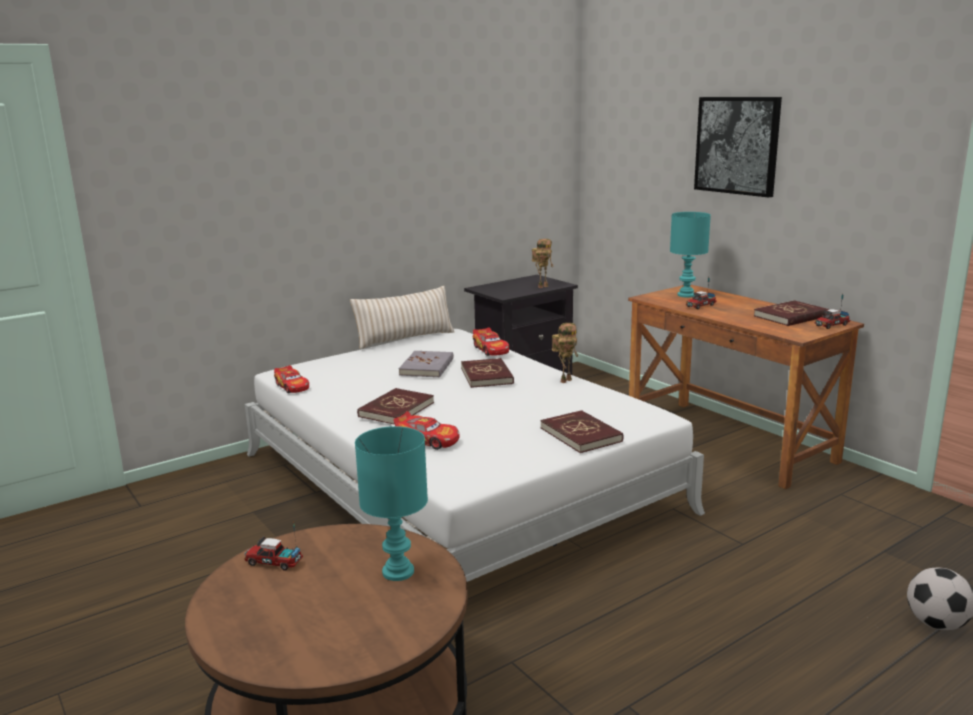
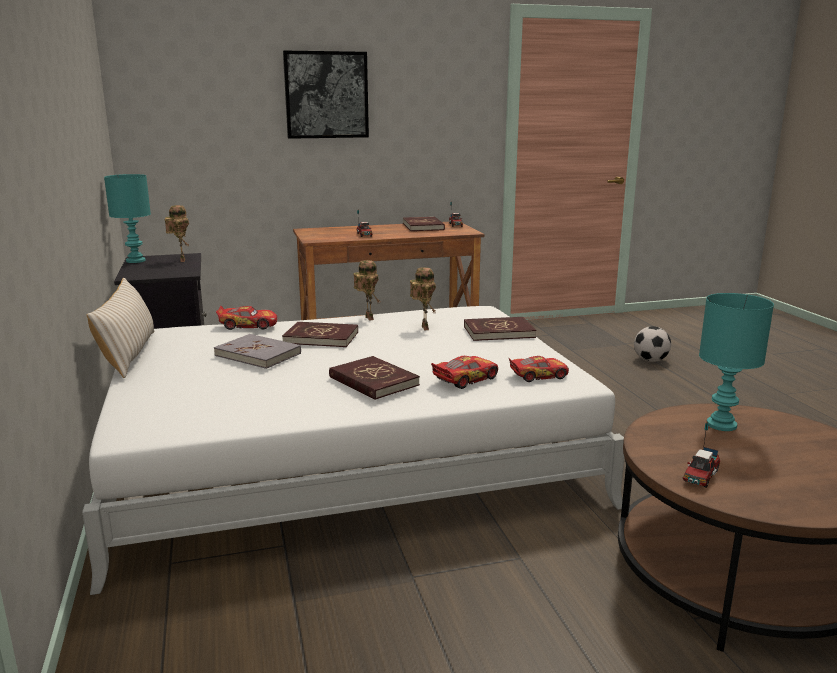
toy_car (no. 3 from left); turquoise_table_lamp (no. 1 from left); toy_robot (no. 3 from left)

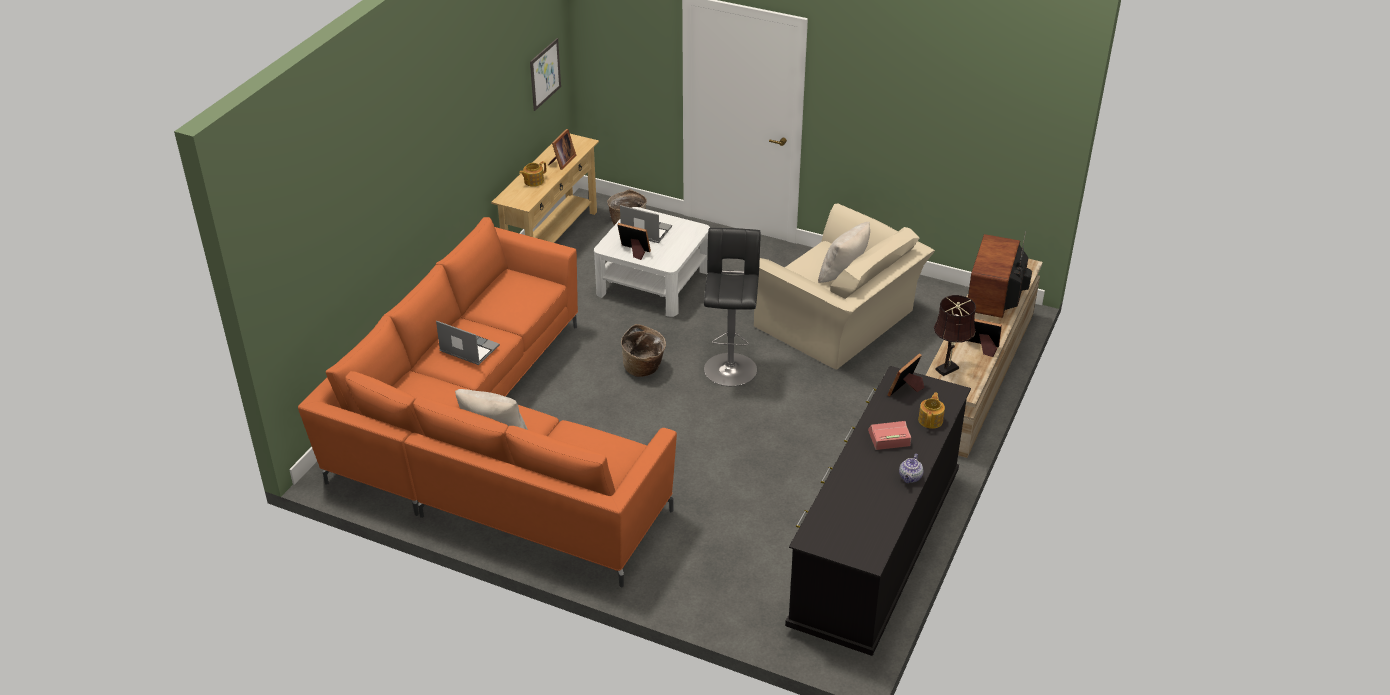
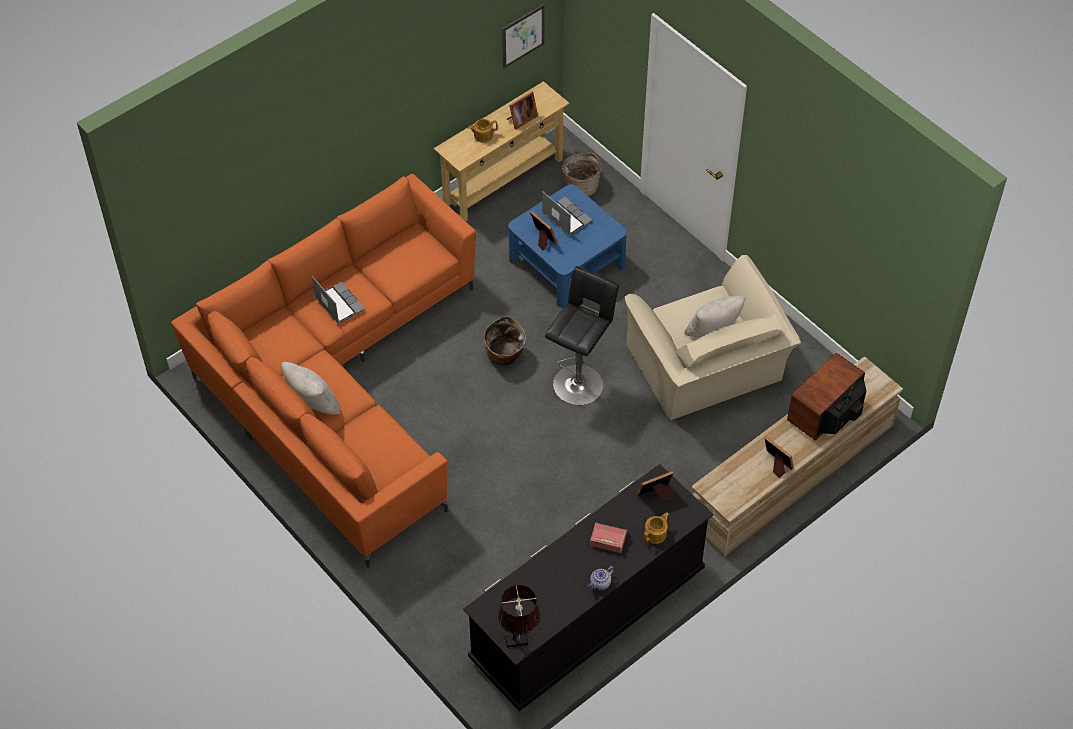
blue_coffee_table; brown_table_lamp

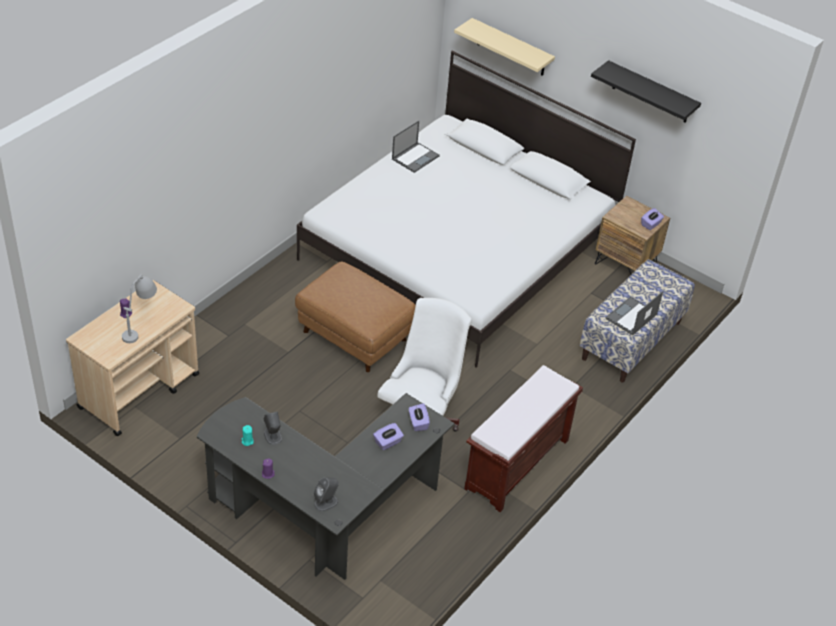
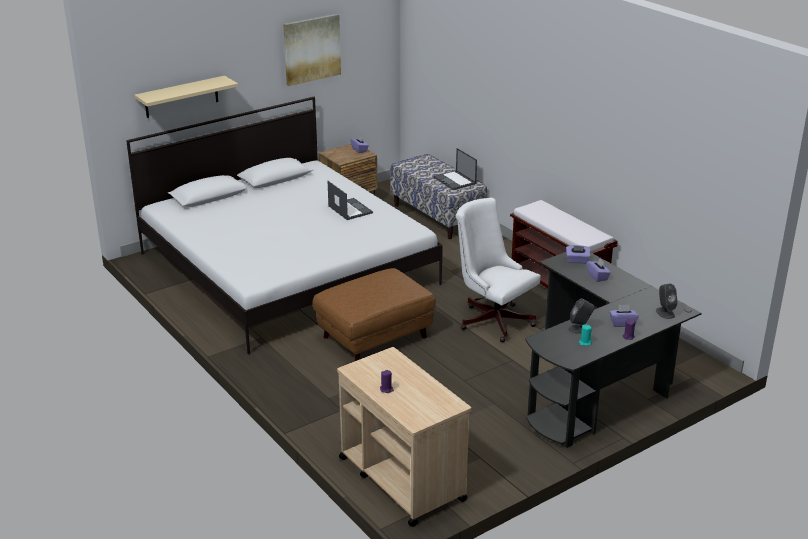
grey_table_lamp; laptop (no. 1 from left); picture; purple_tissue_box (no. 4 from left)

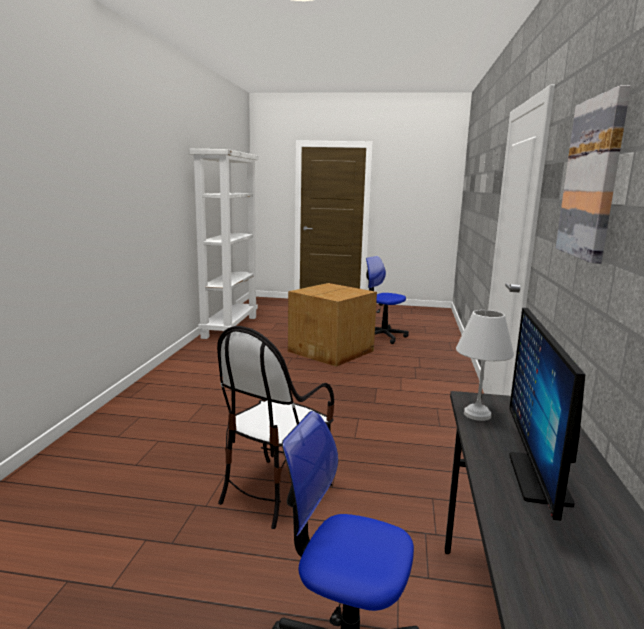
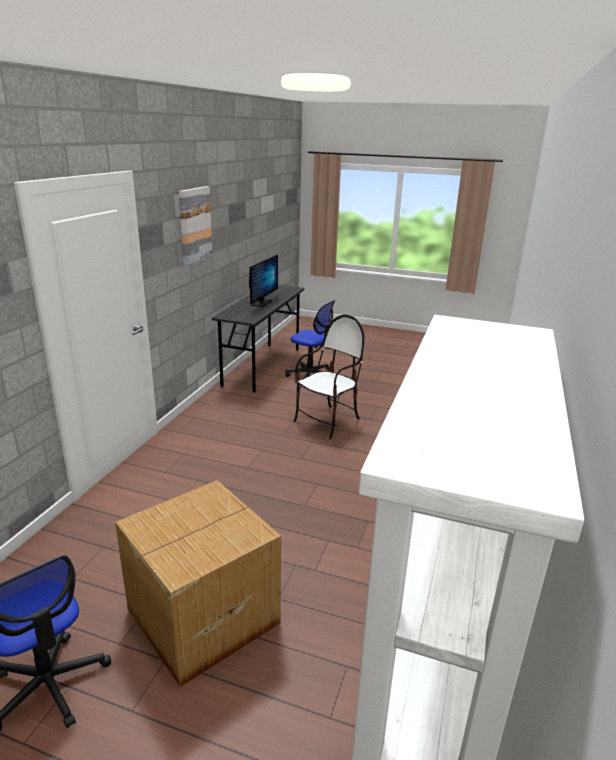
white_table_lamp

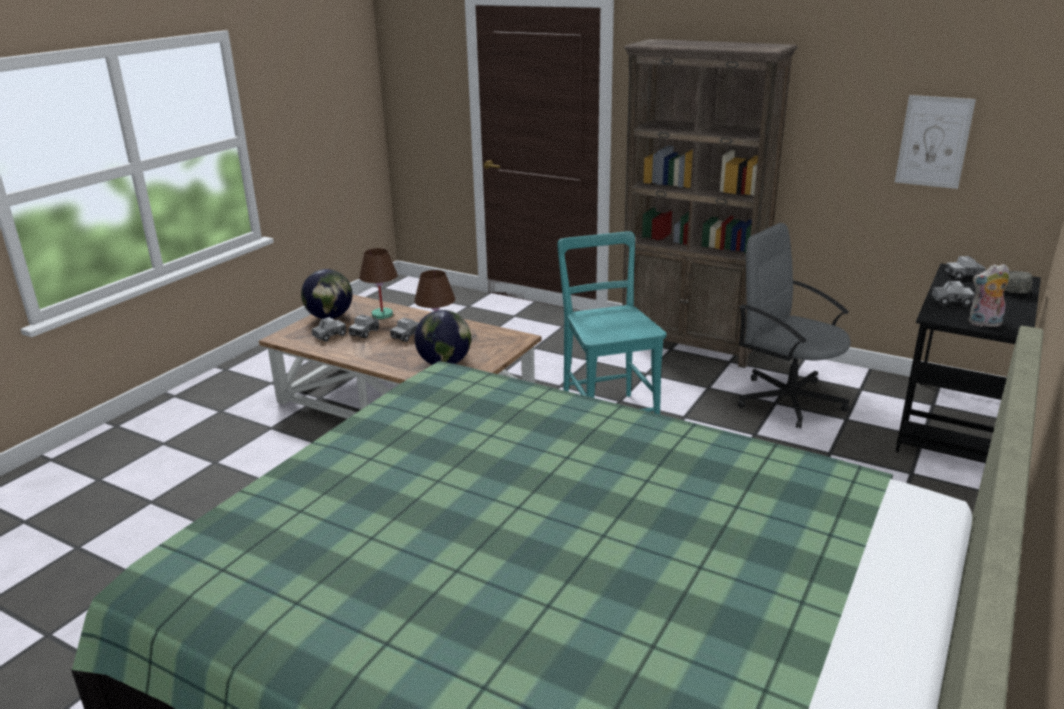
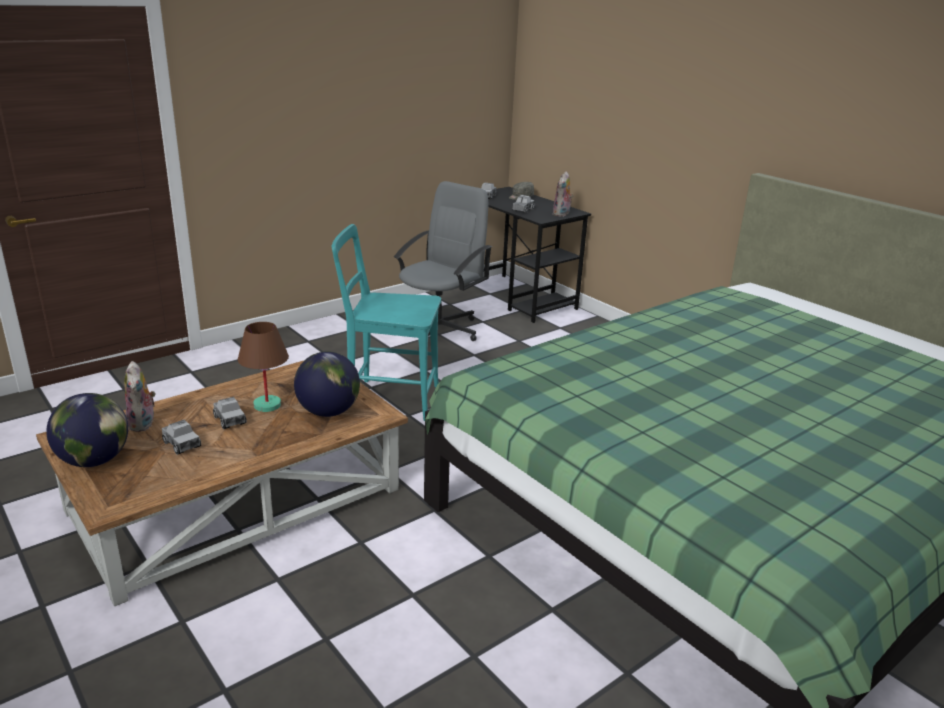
toy_truck (no. 1 from left in the first image); plush_toy (no. 1 from left); brown_bookcase; grey_office_chair; picture

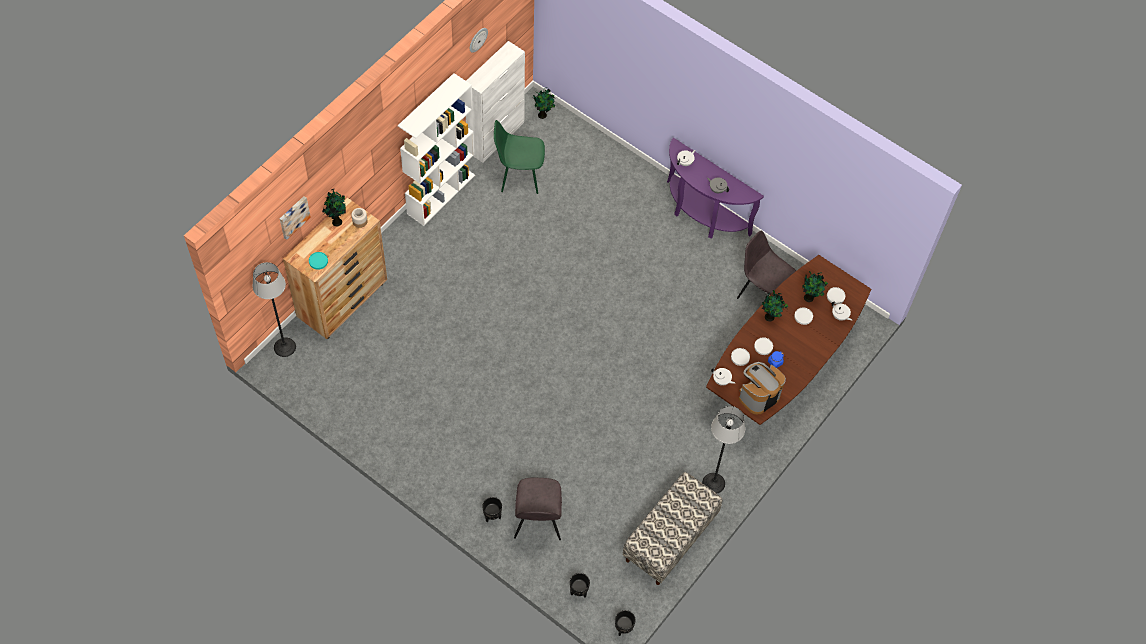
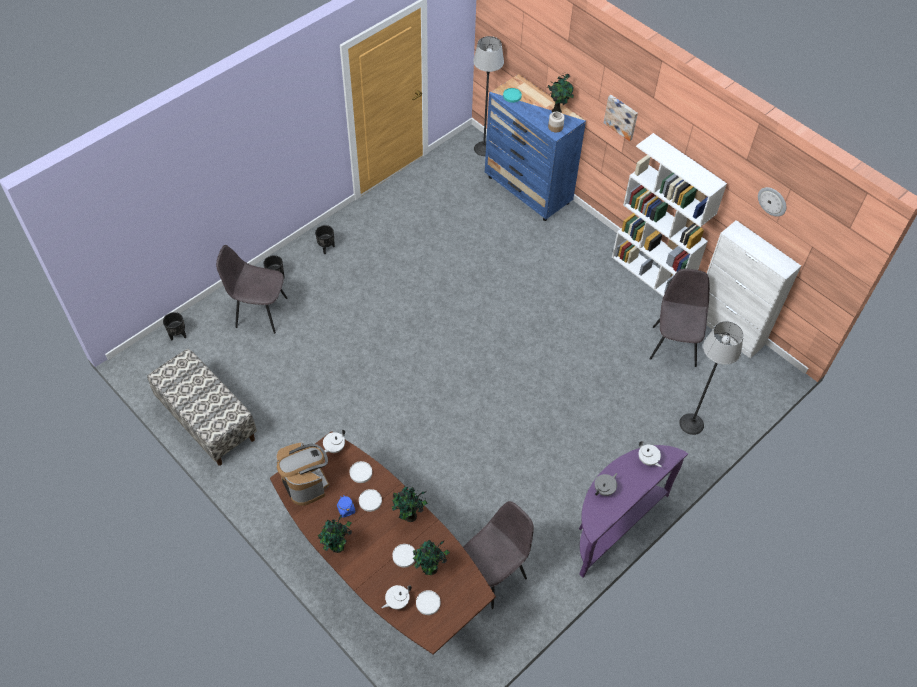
picture; blue_dresser; grey_chair (no. 3 from left); potted_plant (no. 1 from left); black_planter (no. 3 from left); floor_lamp (no. 2 from left)

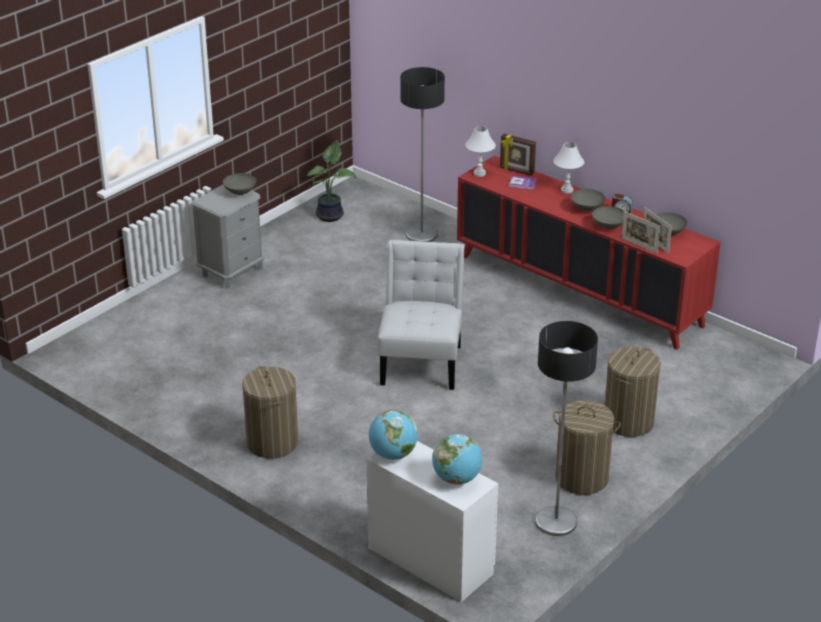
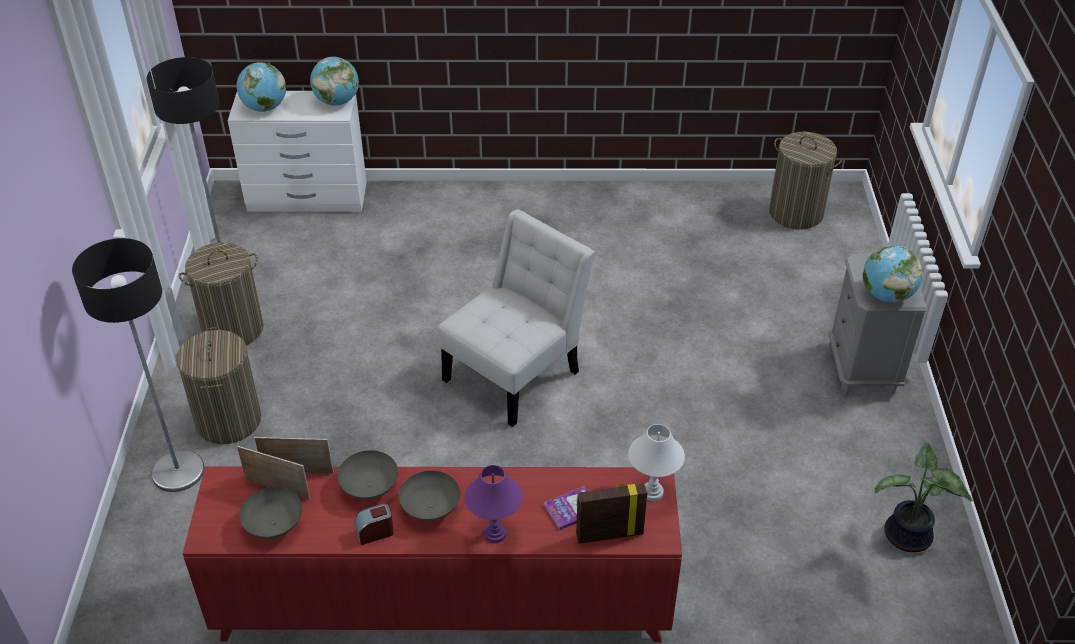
globe (no. 3 from left); laundry_basket (no. 3 from left); white_chair; floor_lamp (no. 1 from left); purple_table_lamp

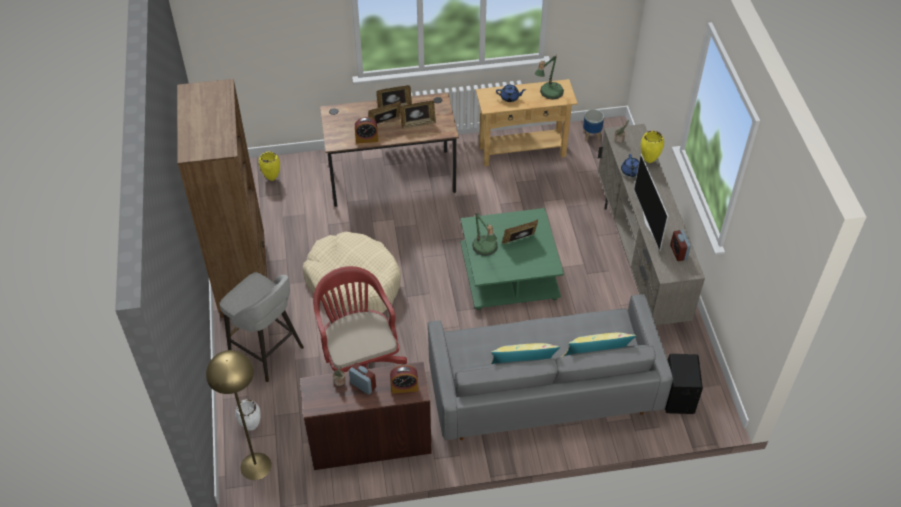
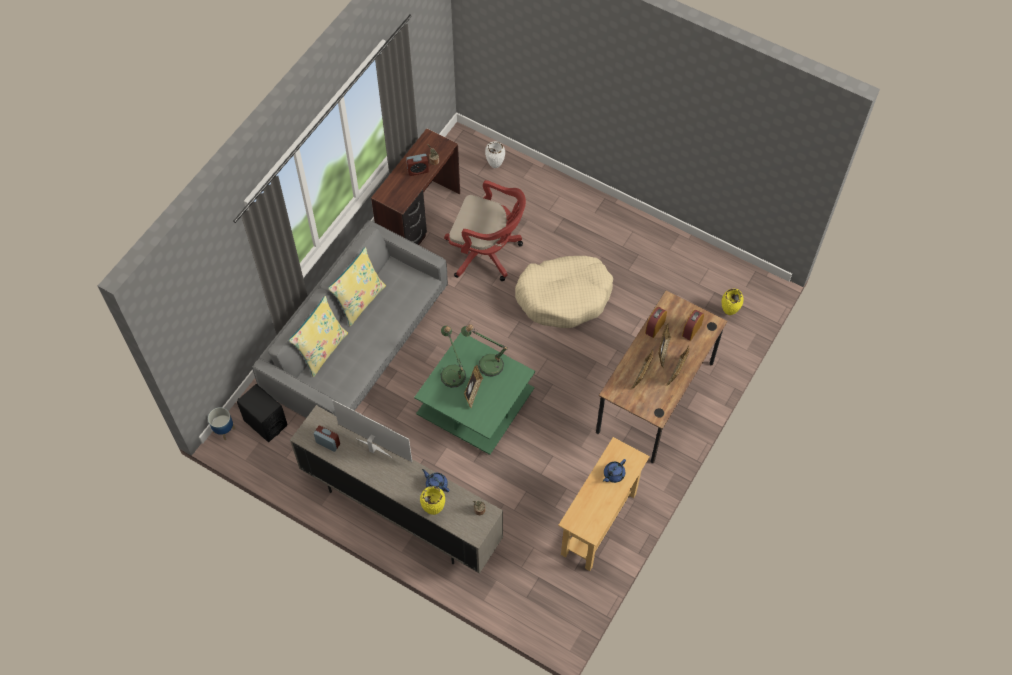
brown_bookcase; yellow_floor_lamp; grey_stool; alarm_clock (no. 4 from left); table_lamp (no. 1 from left); planter

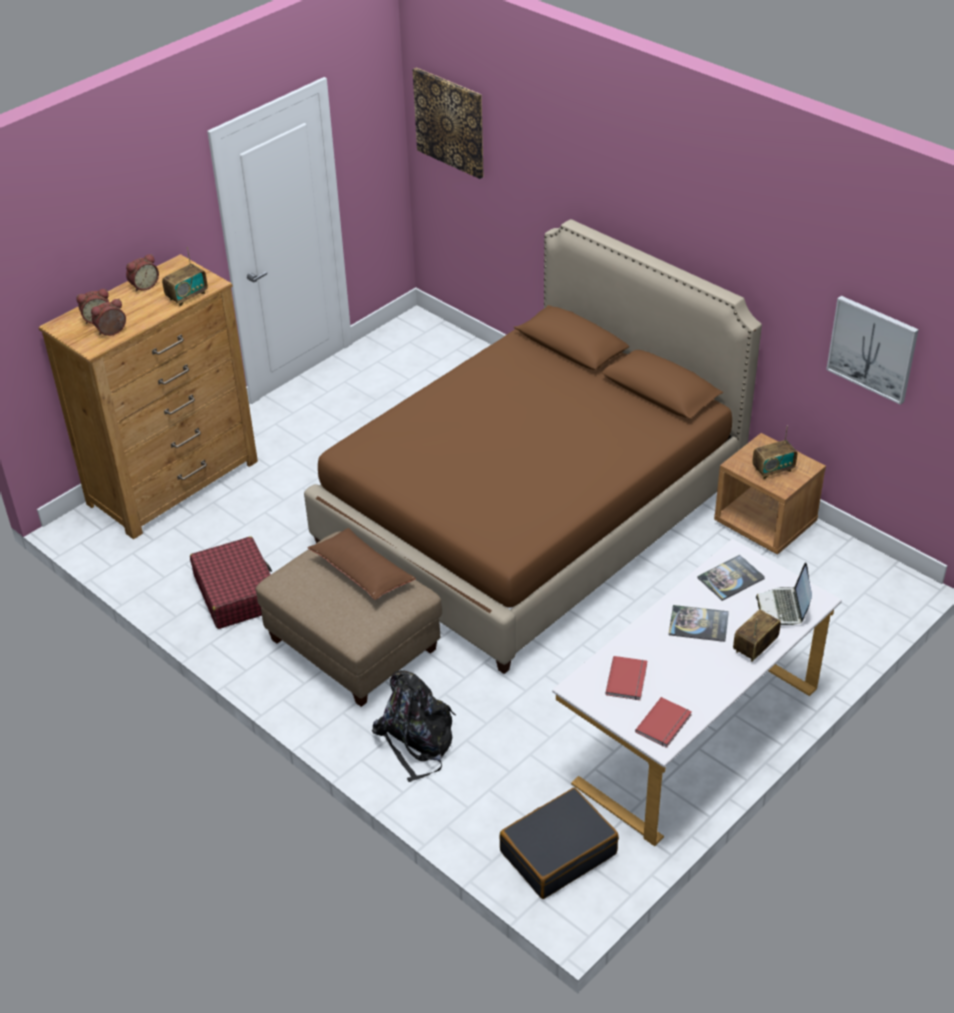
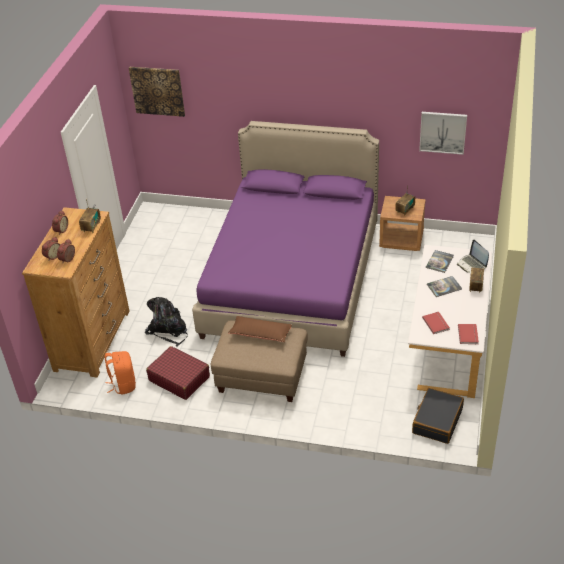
purple_bed; black_backpack; orange_backpack

